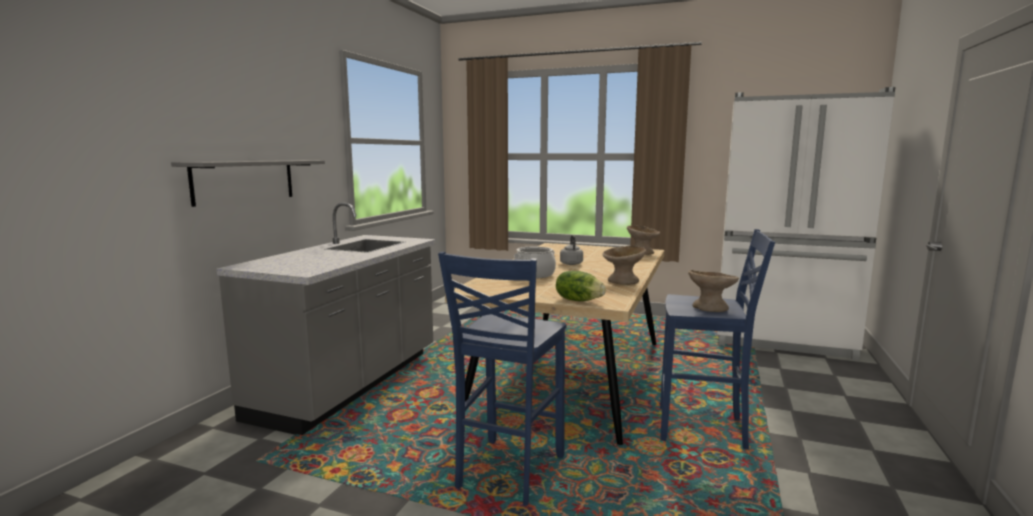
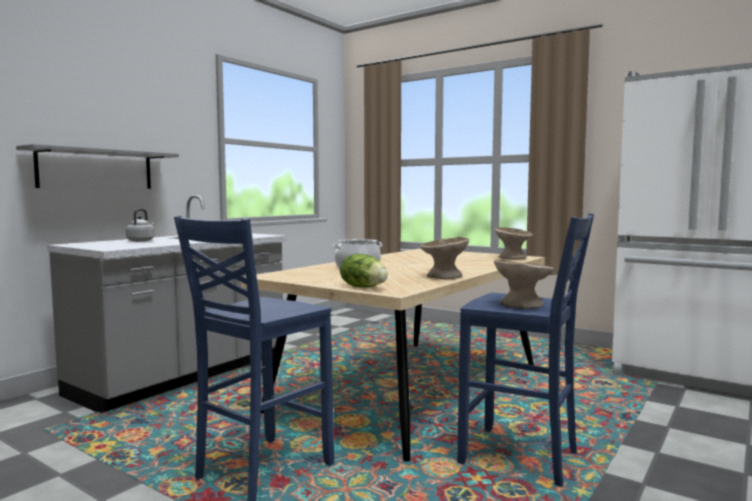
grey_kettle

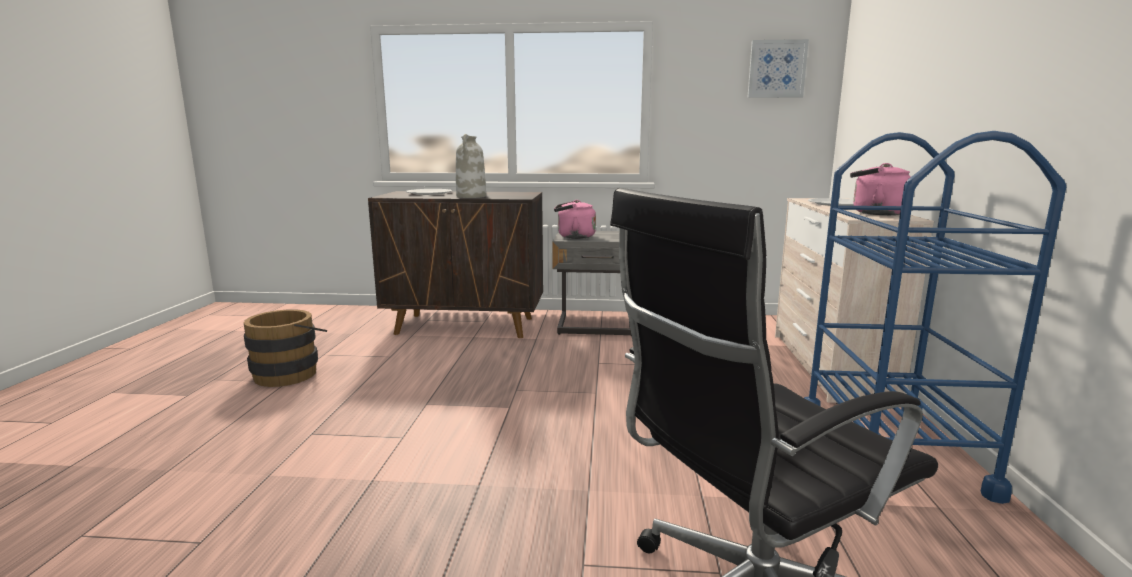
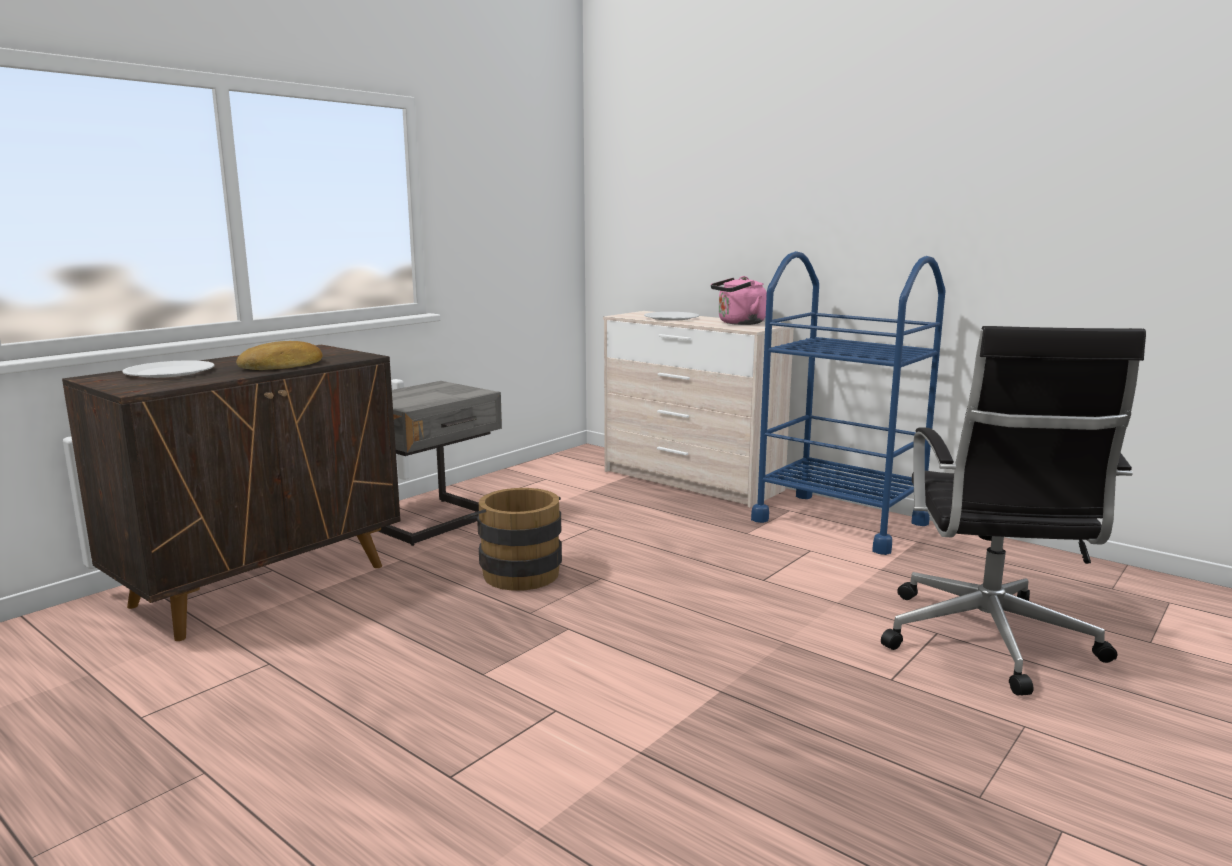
brown_bucket; bread; pink_kettle (no. 1 from left in the first image); picture

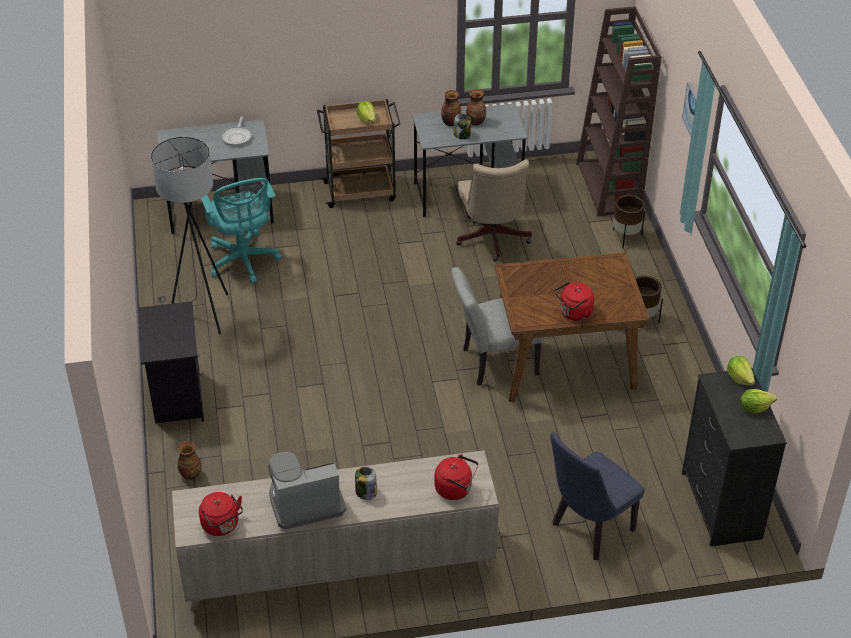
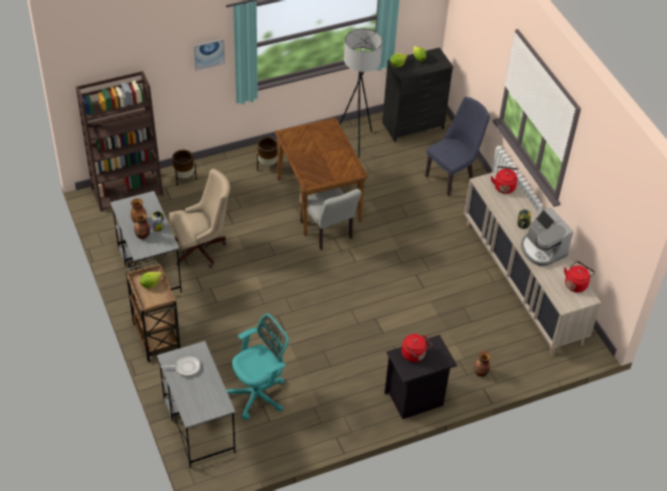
grey_floor_lamp; blue_chair; red_kettle (no. 1 from left)

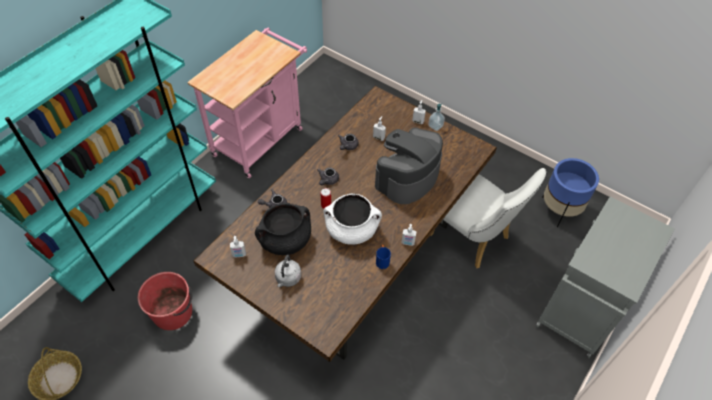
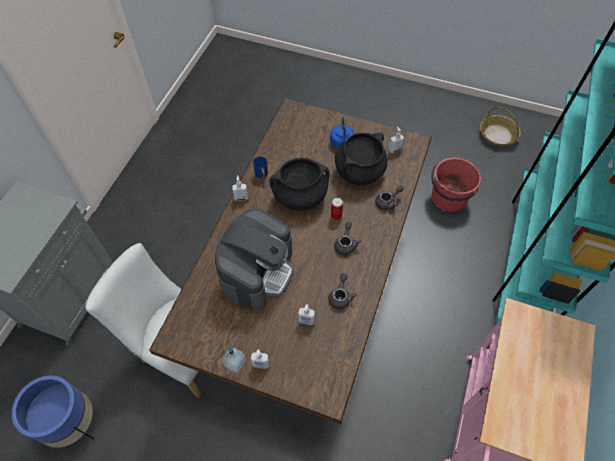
blue_kettle; black_cooking_pot (no. 1 from left)

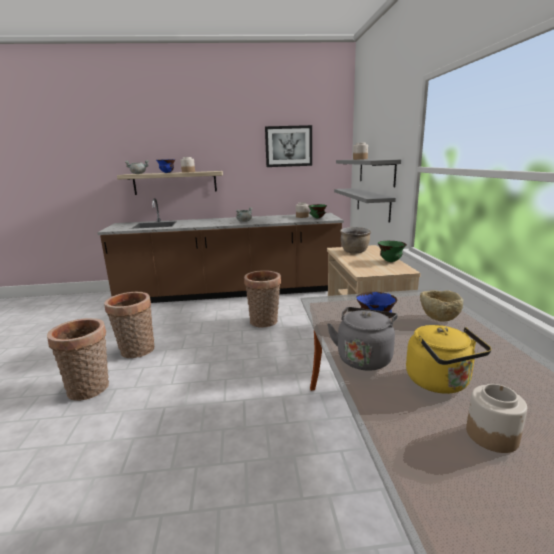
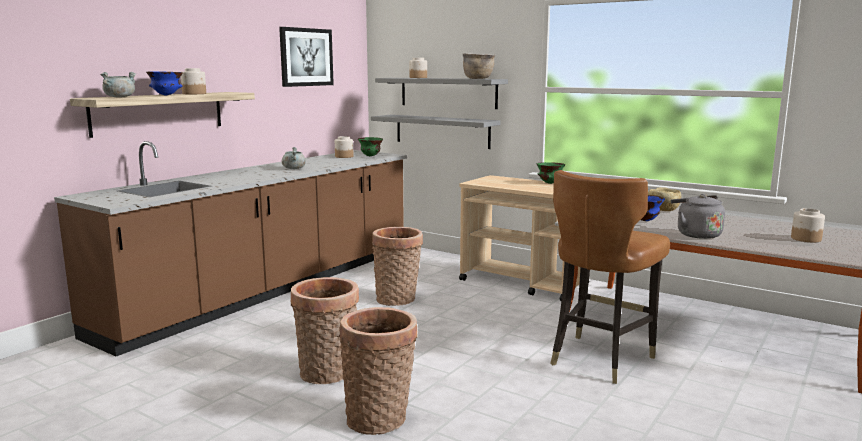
brown_cooking_pot; yellow_kettle; brown_chair

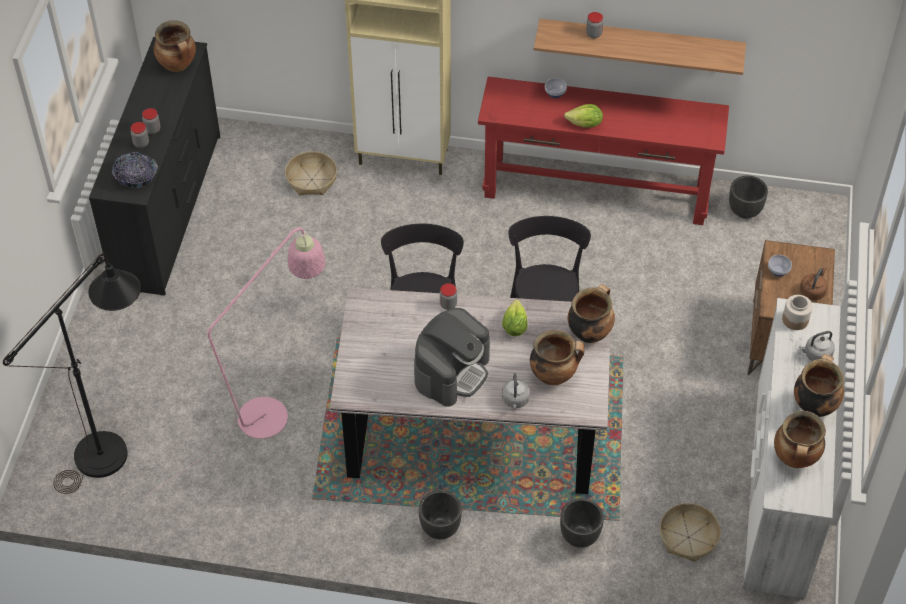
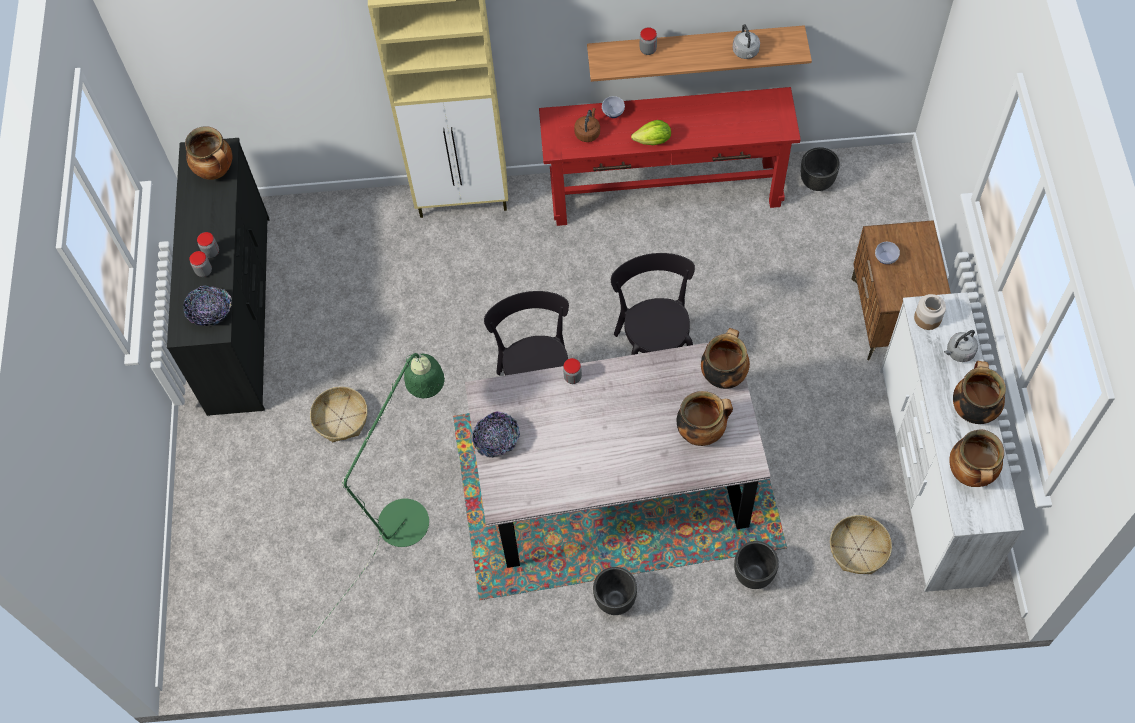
black_floor_lamp; green_floor_lamp; basket (no. 1 from left); coffee_machine; lettuce (no. 1 from left in the first image); grey_kettle (no. 1 from left); brown_kettle; bowl (no. 2 from left)

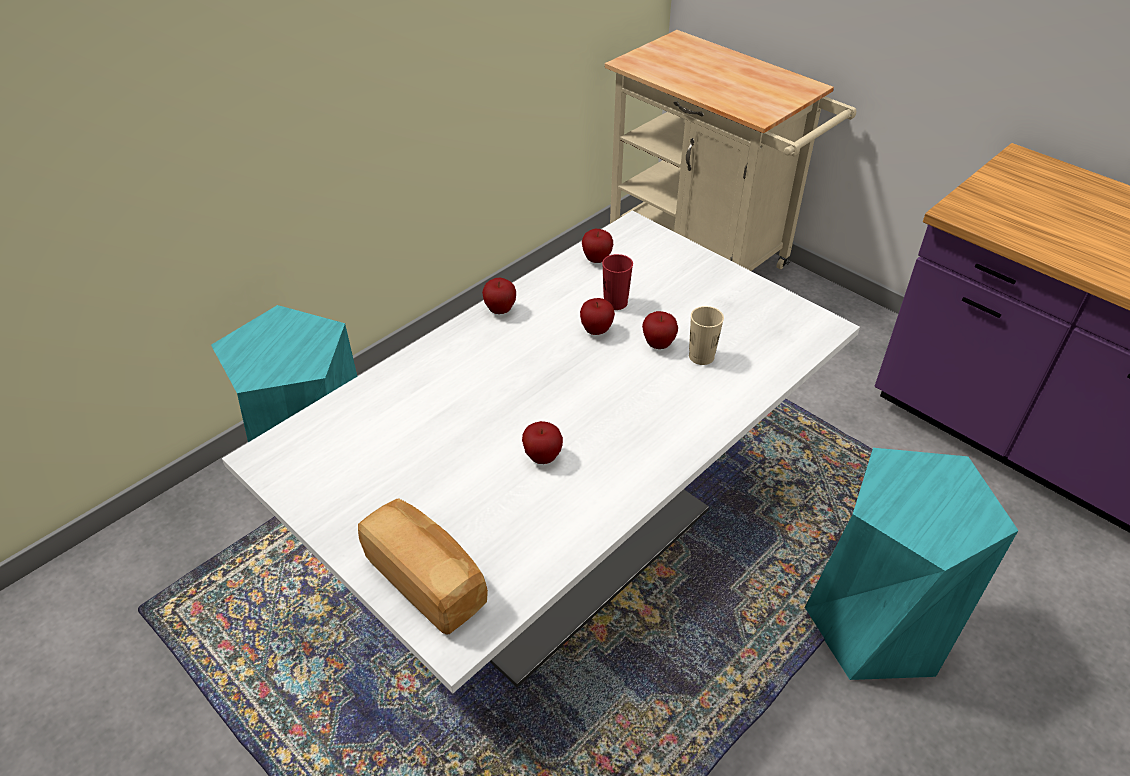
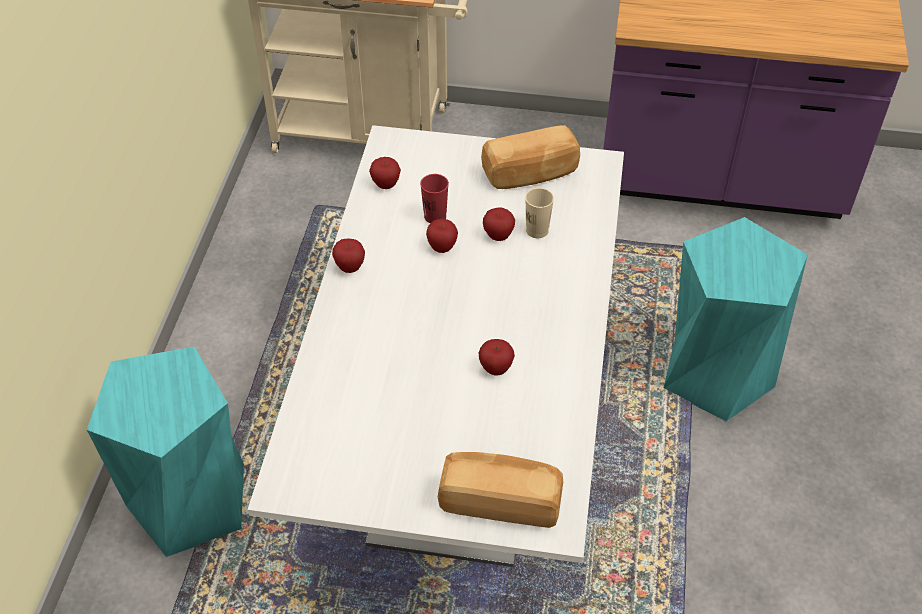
bread (no. 2 from left)

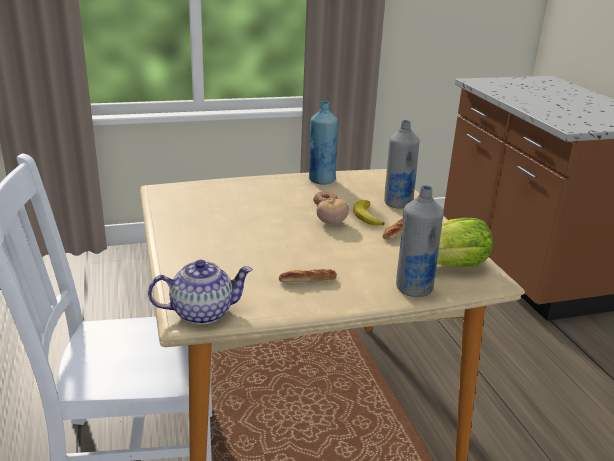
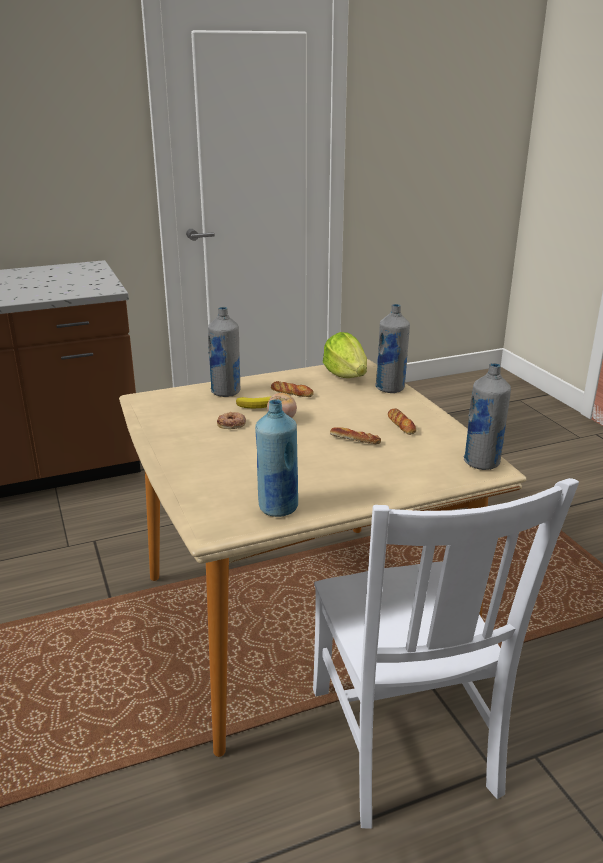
grey_bottle (no. 3 from left); blue_bottle; bread (no. 2 from left)

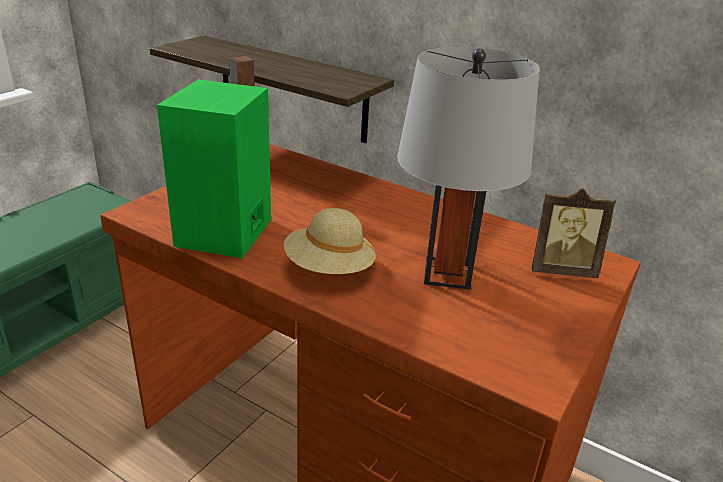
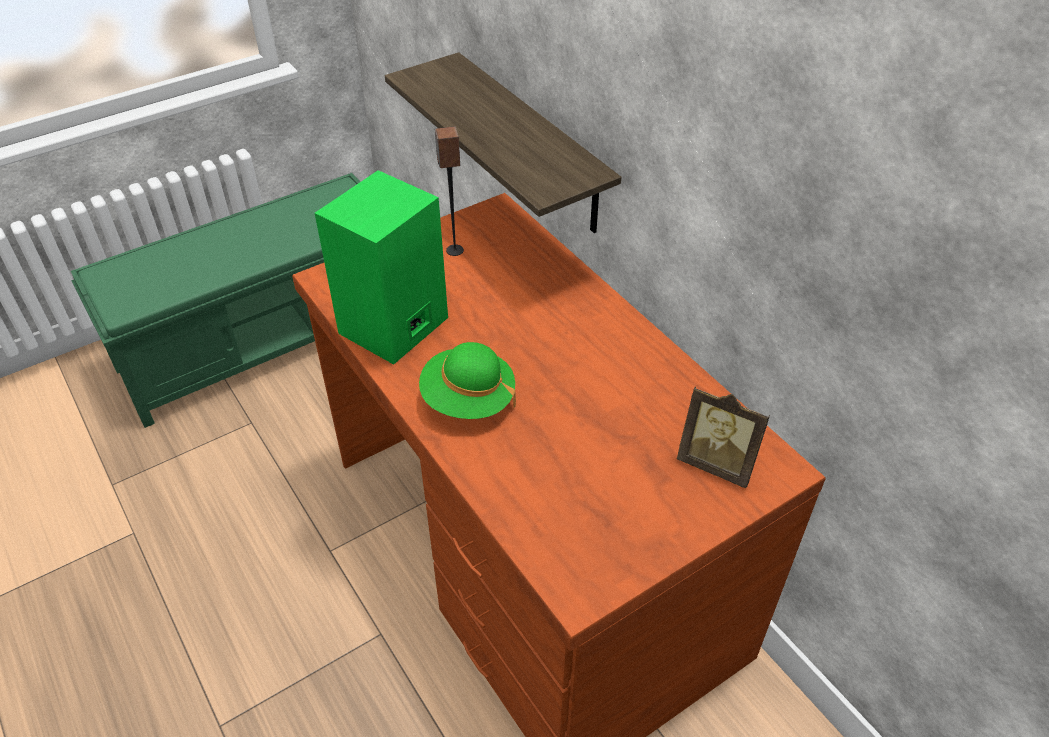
green_hat; grey_table_lamp

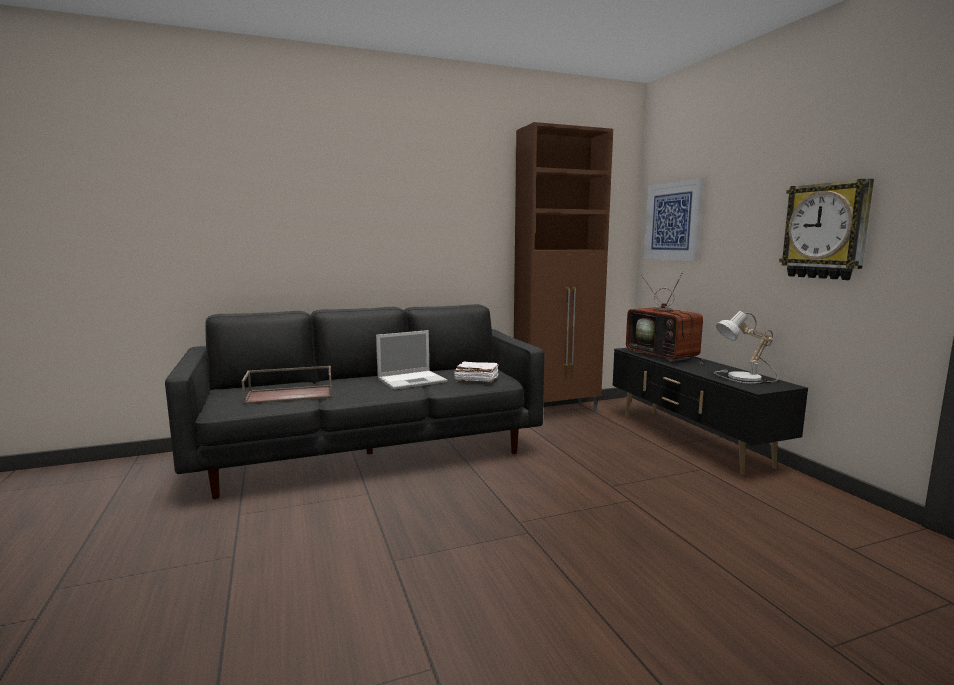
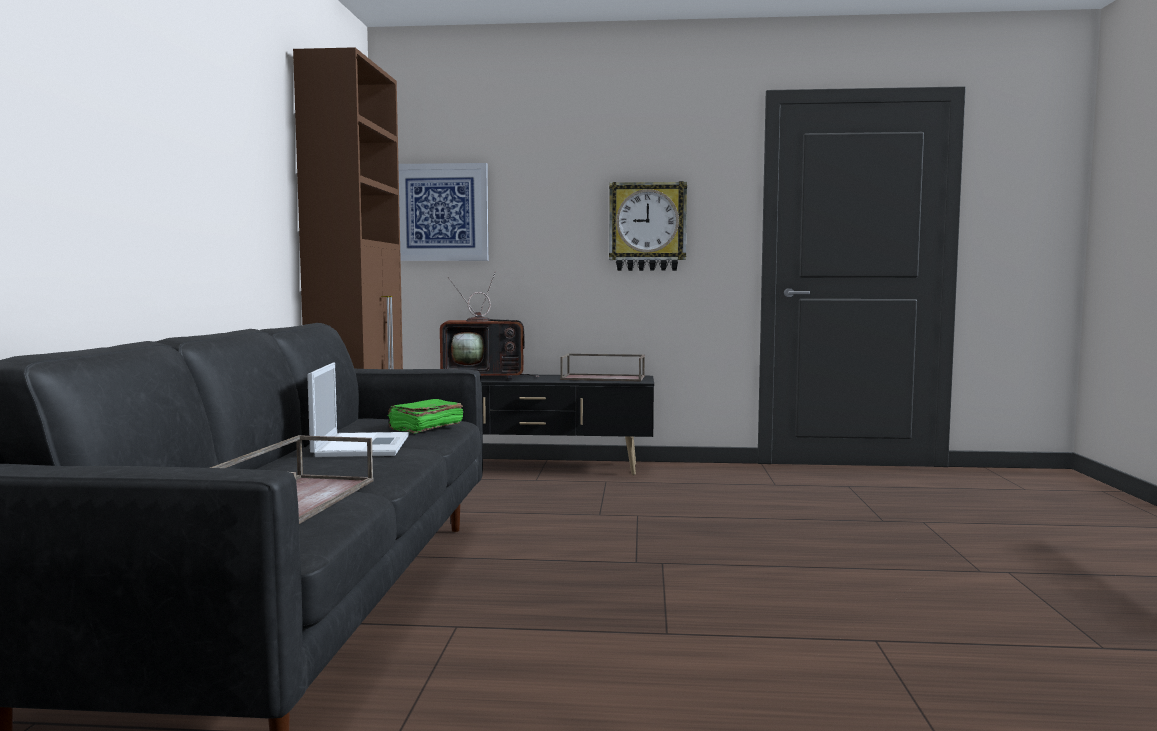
green_book; brown_tray (no. 2 from left)

